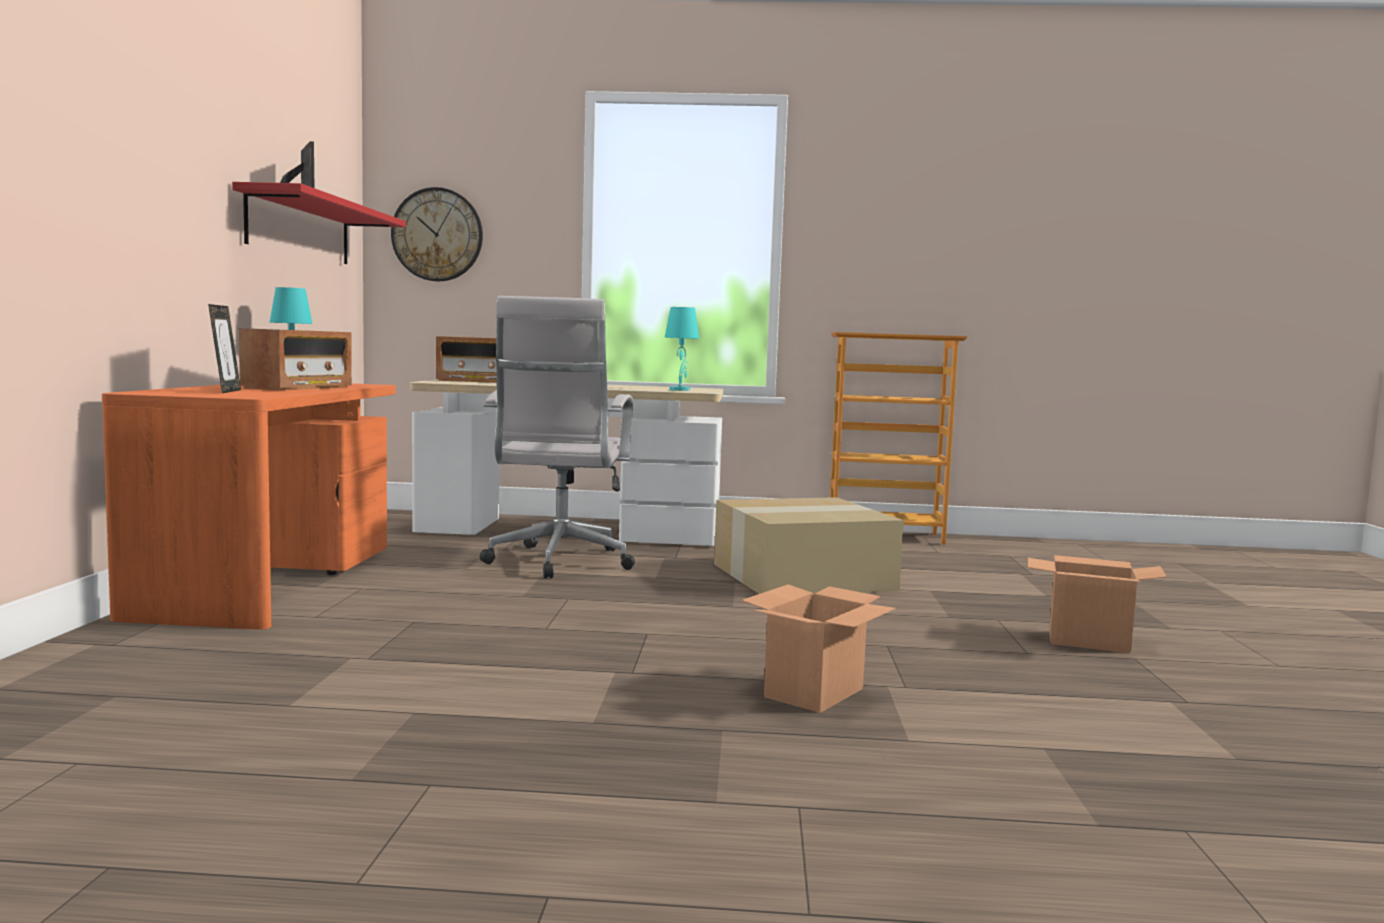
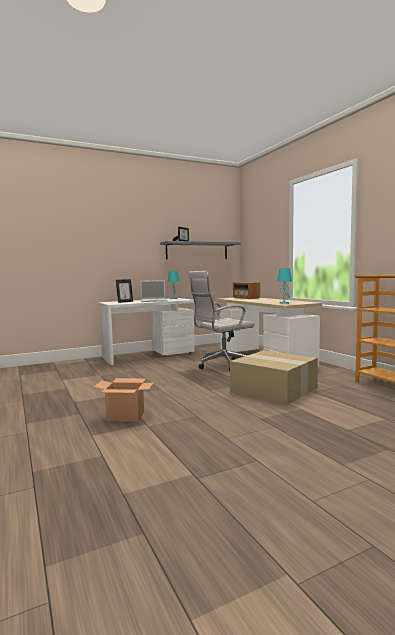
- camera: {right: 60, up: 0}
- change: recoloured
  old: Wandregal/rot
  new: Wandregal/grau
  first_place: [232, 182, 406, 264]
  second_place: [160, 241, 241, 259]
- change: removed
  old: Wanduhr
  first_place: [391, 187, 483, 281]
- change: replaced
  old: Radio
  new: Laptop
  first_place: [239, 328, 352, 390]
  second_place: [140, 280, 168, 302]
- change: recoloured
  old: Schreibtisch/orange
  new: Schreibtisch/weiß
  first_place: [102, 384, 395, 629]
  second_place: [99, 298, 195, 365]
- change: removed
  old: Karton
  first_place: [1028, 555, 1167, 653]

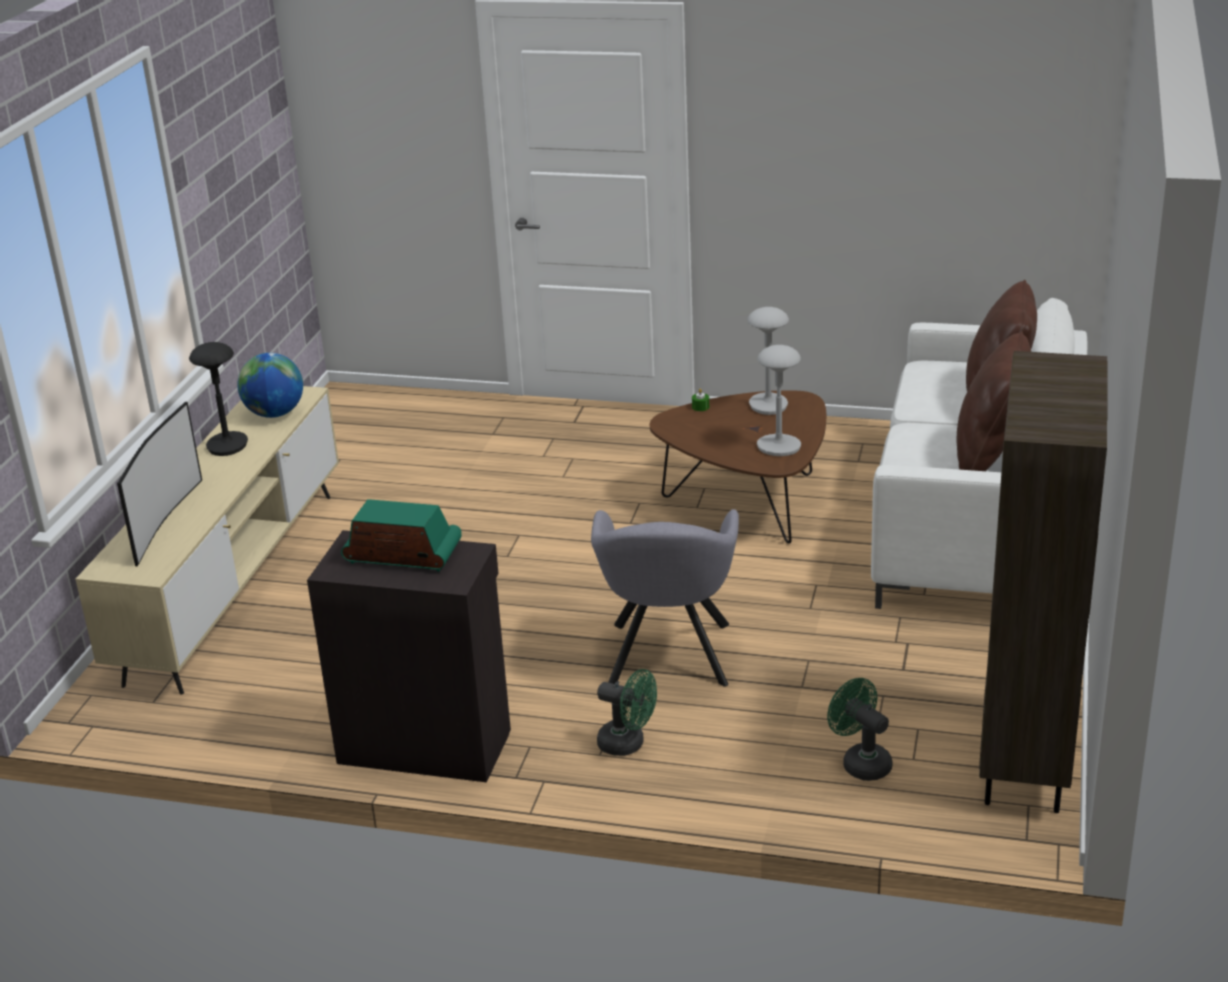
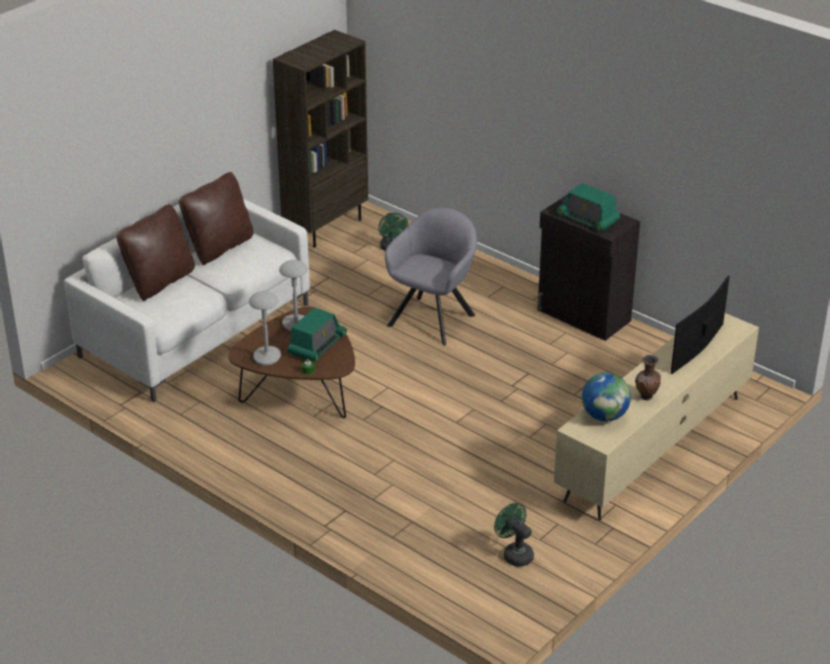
- camera: {right: -155, up: 5}
- change: replaced
  old: Tischlampe/schwarz
  new: Vase/braun
  first_place: [189, 342, 248, 456]
  second_place: [635, 355, 661, 400]
- change: moved
  old: Ventilator/grün
  first_place: [597, 669, 657, 756]
  second_place: [494, 503, 534, 567]
- change: added
  new: Radio
  second_place: [288, 307, 347, 362]

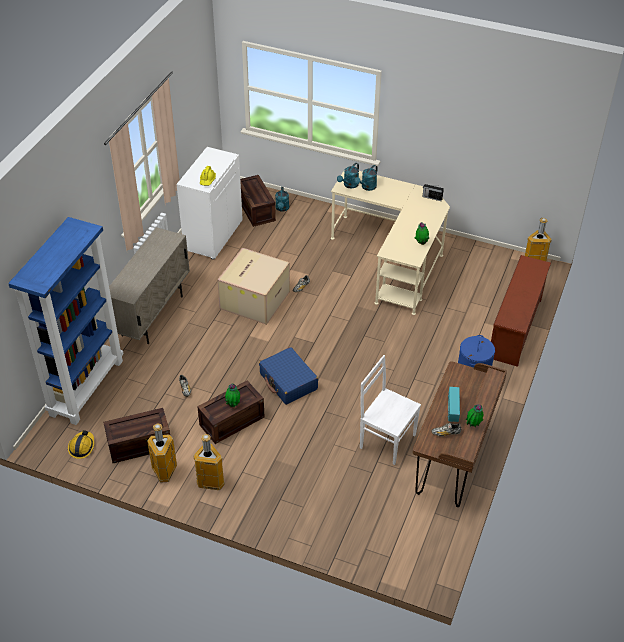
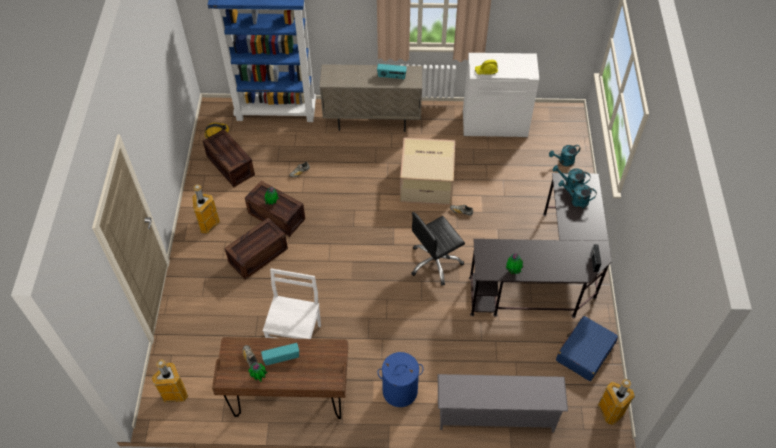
- camera: {right: 70, up: 10}
- change: recoloured
  old: Schreibtisch/beige
  new: Schreibtisch/schwarz
  first_place: [331, 171, 450, 315]
  second_place: [469, 173, 612, 318]
- change: moved
  old: Kiste
  first_place: [240, 175, 276, 227]
  second_place: [225, 218, 288, 280]
- change: recoloured
  old: Schuhregal/braun
  new: Schuhregal/grau
  first_place: [491, 255, 551, 367]
  second_place: [438, 374, 568, 433]
- change: moved
  old: Koffer/blau
  first_place: [259, 347, 318, 405]
  second_place: [556, 316, 618, 381]
- change: moved
  old: Mülleimer
  first_place: [147, 423, 177, 483]
  second_place: [151, 359, 188, 403]
- change: added
  new: Radio
  second_place: [377, 64, 407, 80]
- change: added
  new: Bürostuhl/schwarz
  second_place: [411, 212, 465, 286]

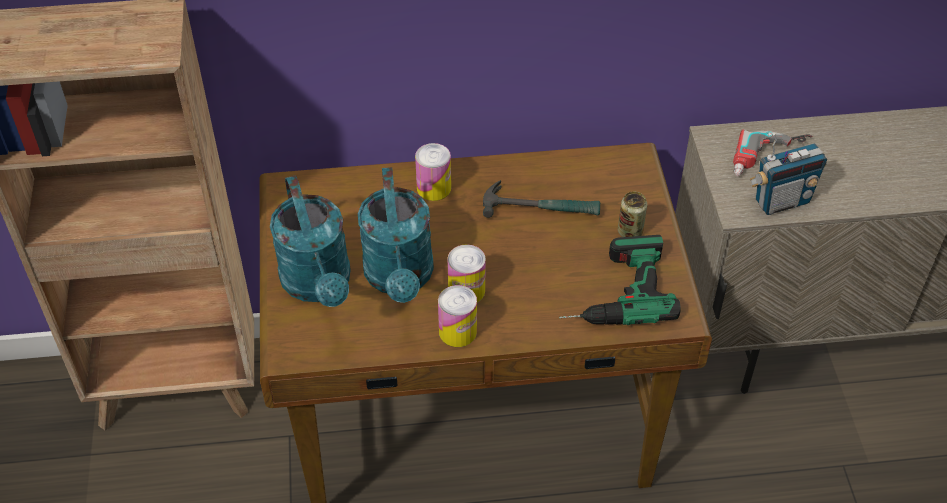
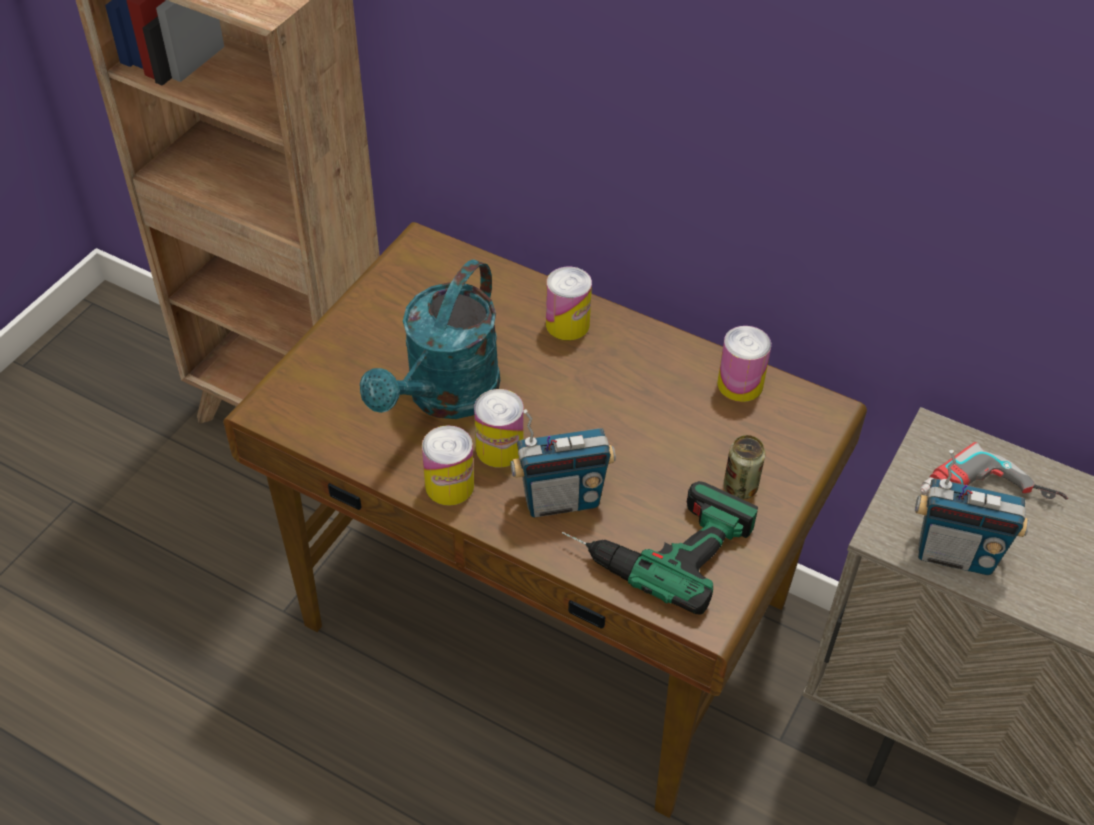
- camera: {right: 35, up: 0}
- change: removed
  old: Gießkanne/türkis
  first_place: [270, 175, 351, 307]
- change: removed
  old: Hammer
  first_place: [483, 180, 600, 218]
- change: added
  new: Dose
  second_place: [717, 326, 771, 402]
- change: added
  new: Radio
  second_place: [510, 409, 616, 517]

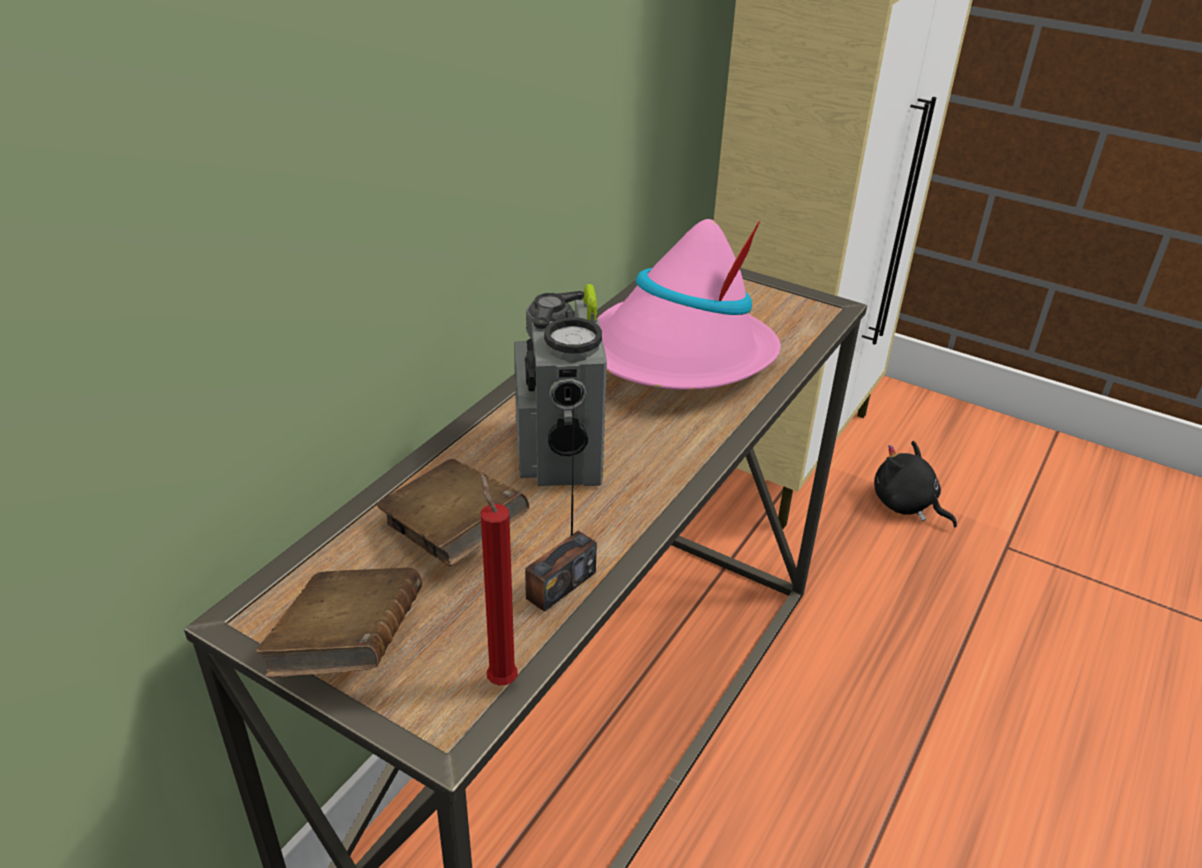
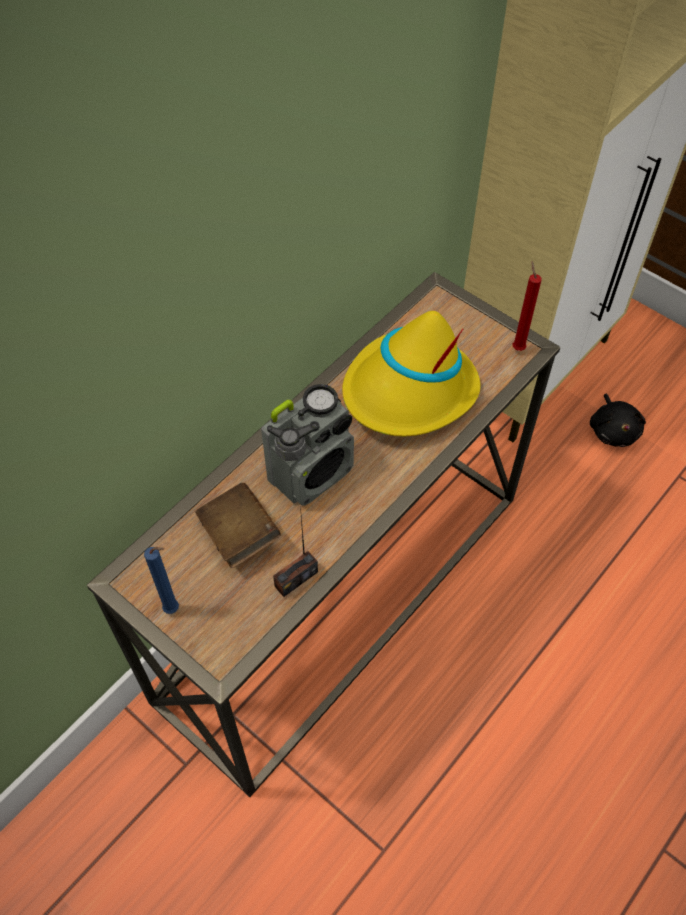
- camera: {right: 10, up: 20}
- change: recoloured
  old: Hut/rosa
  new: Hut/gelb
  first_place: [598, 219, 781, 390]
  second_place: [342, 311, 481, 437]
- change: turned
  old: Radio
  first_place: [514, 284, 607, 486]
  second_place: [261, 384, 354, 506]
  degrees: -135
- change: turned
  old: Plüschtier/schwarz
  first_place: [874, 441, 957, 527]
  second_place: [590, 394, 646, 447]
  degrees: -150
- change: moved
  old: Kerze/rot
  first_place: [481, 473, 518, 686]
  second_place: [513, 261, 542, 351]
- change: replaced
  old: Buch/braun
  new: Kerze/blau
  first_place: [256, 567, 422, 678]
  second_place: [144, 547, 179, 614]

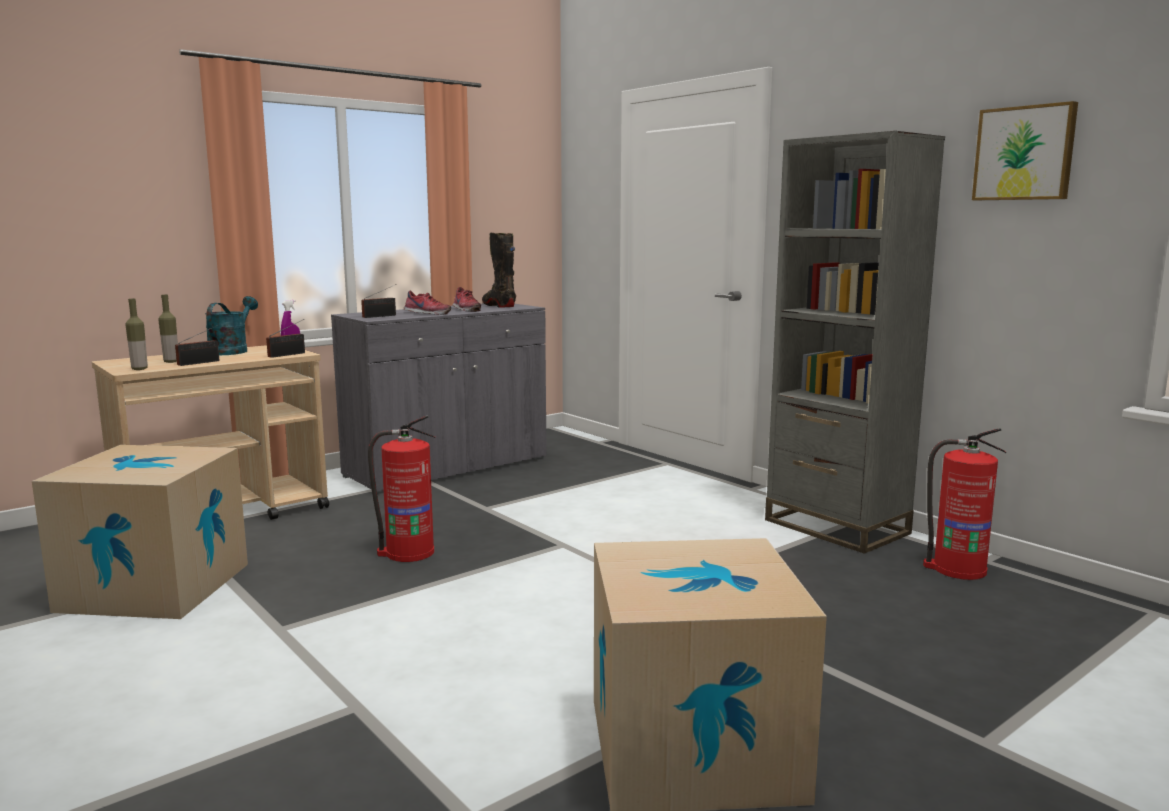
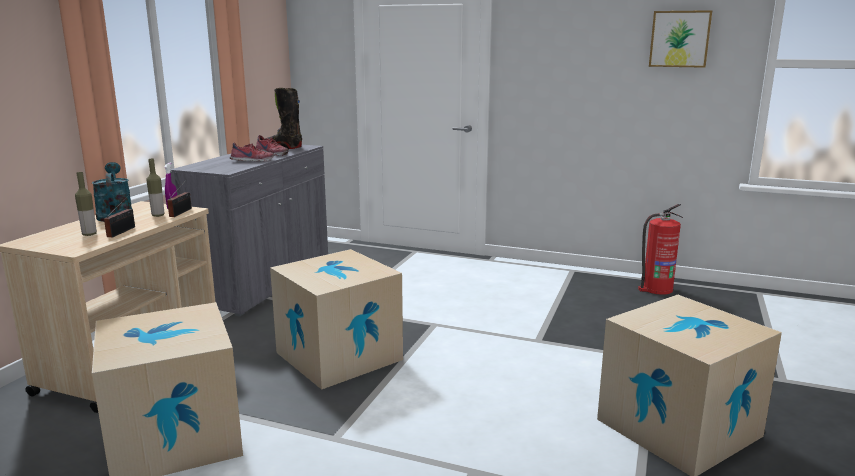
- camera: {right: -30, up: 5}
- change: removed
  old: Bücherregal/grau
  first_place: [765, 131, 945, 554]
- change: removed
  old: Radio
  first_place: [361, 284, 396, 318]
- change: moved
  old: Flasche
  first_place: [125, 299, 148, 370]
  second_place: [146, 159, 164, 217]
- change: replaced
  old: Feuerlöscher
  new: Karton
  first_place: [368, 416, 435, 562]
  second_place: [270, 249, 403, 390]

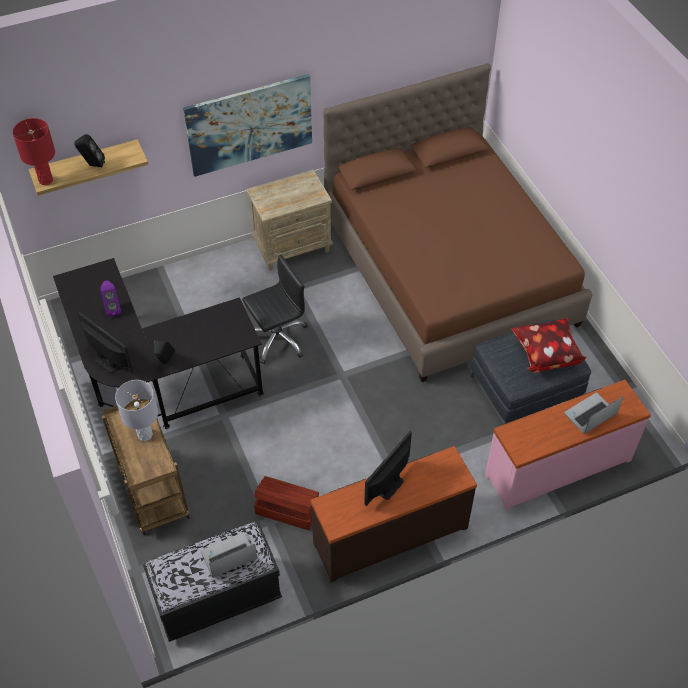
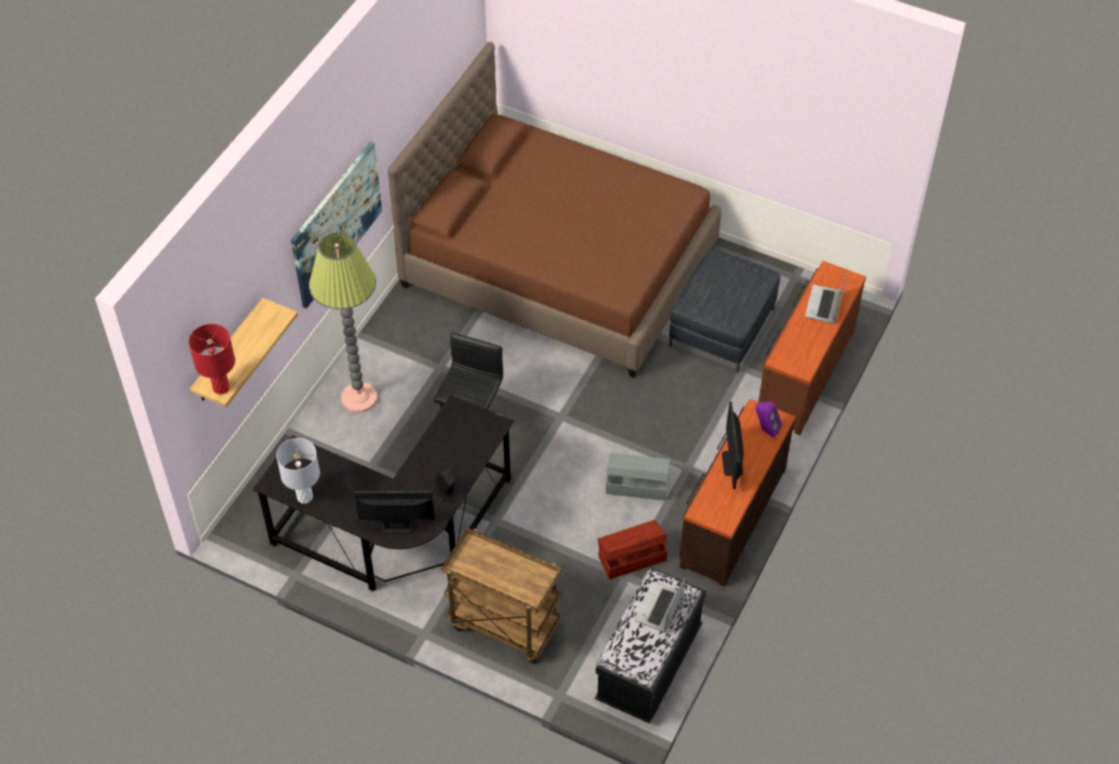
- camera: {right: -40, up: 0}
- change: removed
  old: Lautsprecher/schwarz
  first_place: [74, 134, 105, 167]
- change: removed
  old: Nachttisch/beige
  first_place: [246, 170, 333, 270]
- change: moved
  old: Lautsprecher/lila
  first_place: [100, 280, 121, 316]
  second_place: [756, 402, 782, 438]
- change: removed
  old: Kissen
  first_place: [512, 318, 586, 373]
- change: moved
  old: Tischlampe/grau
  first_place: [115, 380, 158, 441]
  second_place: [276, 438, 320, 504]
- change: recoloured
  old: Kommode/rosa
  new: Kommode/braun
  first_place: [485, 380, 651, 510]
  second_place: [759, 261, 866, 435]
- change: added
  new: Stehlampe
  second_place: [309, 232, 377, 413]
- change: added
  new: Aufbewahrungsbox/grau
  second_place: [606, 453, 670, 501]

